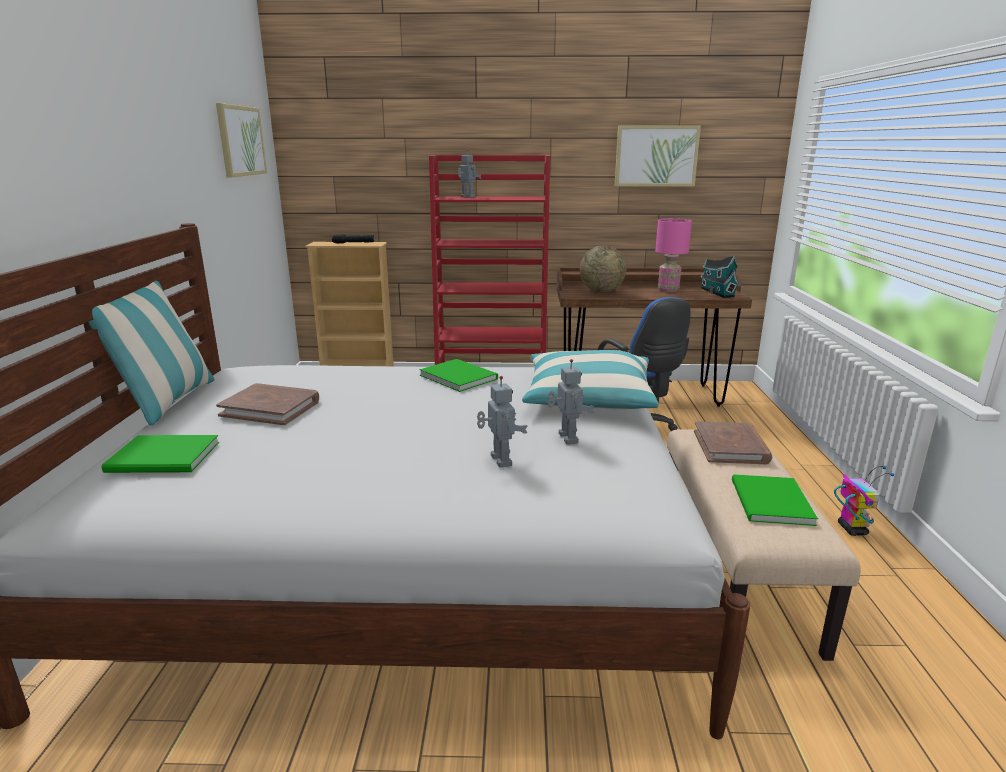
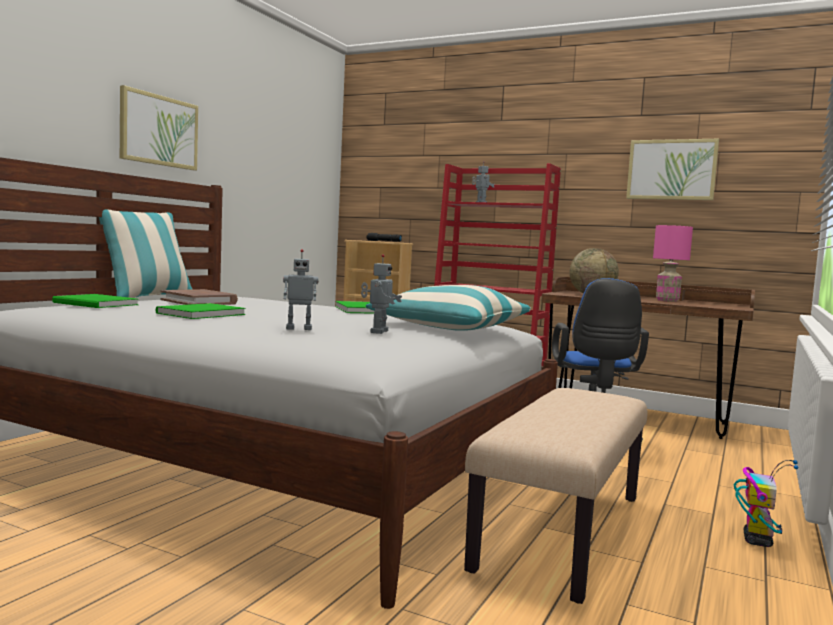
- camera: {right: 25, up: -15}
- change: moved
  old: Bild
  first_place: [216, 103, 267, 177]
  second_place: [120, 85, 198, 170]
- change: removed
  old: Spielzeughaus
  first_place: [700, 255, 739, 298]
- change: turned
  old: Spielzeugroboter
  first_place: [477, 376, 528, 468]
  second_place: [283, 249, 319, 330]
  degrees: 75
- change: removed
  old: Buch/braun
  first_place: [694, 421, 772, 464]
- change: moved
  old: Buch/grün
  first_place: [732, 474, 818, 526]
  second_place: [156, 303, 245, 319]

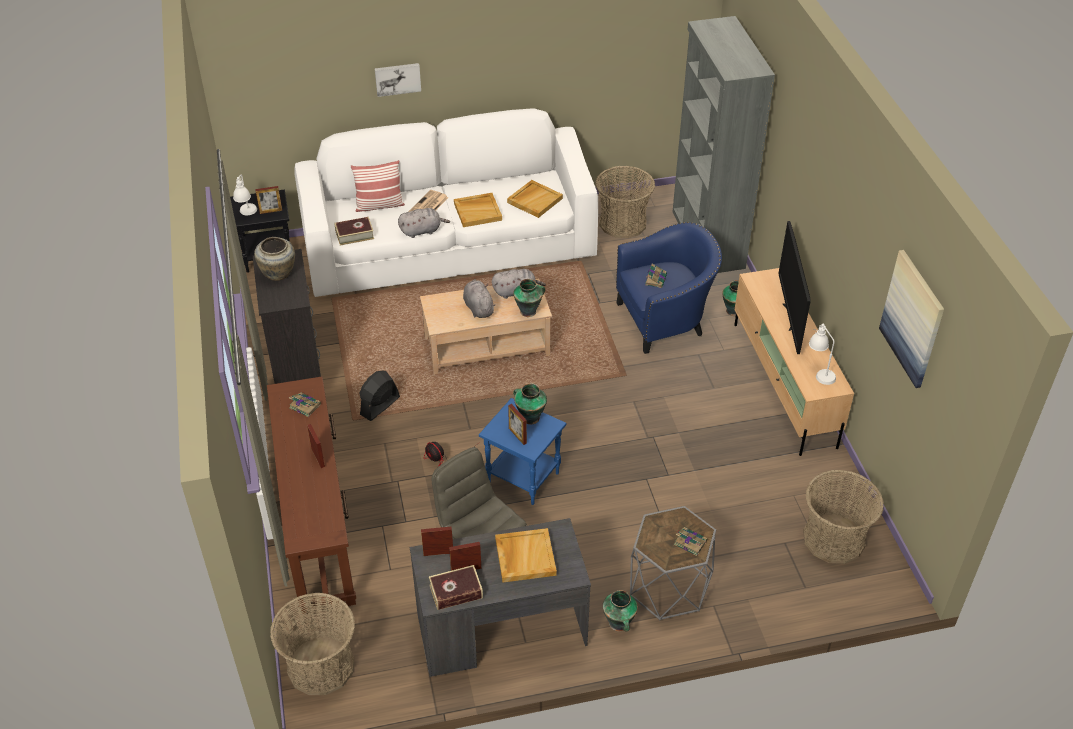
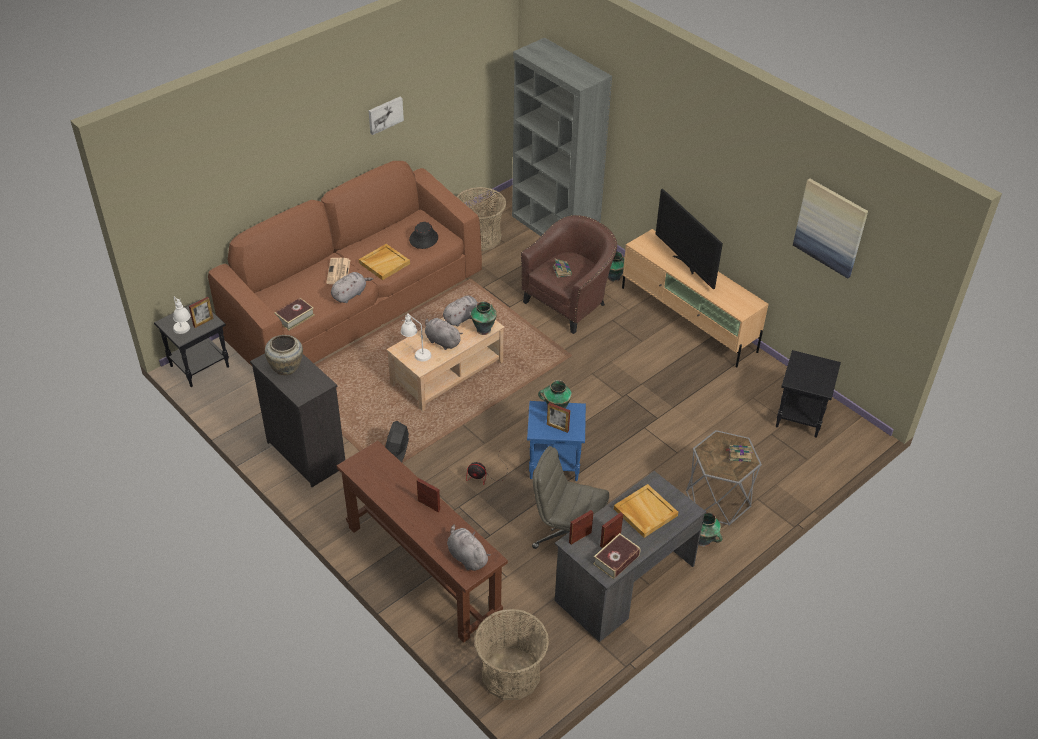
- camera: {right: -30, up: 0}
- change: moved
  old: Bild
  first_place: [375, 63, 421, 97]
  second_place: [368, 97, 404, 135]
- change: recoloured
  old: Sofa/weiß
  new: Sofa/braun
  first_place: [294, 108, 598, 297]
  second_place: [208, 161, 482, 366]
- change: removed
  old: Kissen
  first_place: [351, 160, 405, 212]
- change: replaced
  old: Tablett/beige
  new: Hut/schwarz
  first_place: [507, 180, 563, 218]
  second_place: [409, 222, 438, 249]
- change: recoloured
  old: Sessel/blau
  new: Sessel/braun
  first_place: [616, 222, 722, 354]
  second_place: [521, 215, 617, 334]
- change: moved
  old: Tischlampe/weiß
  first_place: [809, 323, 836, 385]
  second_place: [401, 313, 431, 361]
- change: removed
  old: Buch
  first_place: [289, 393, 321, 417]
- change: replaced
  old: Korb
  new: Beistelltisch/schwarz
  first_place: [803, 470, 884, 564]
  second_place: [776, 350, 841, 438]
- change: added
  new: Plüschtier/grau
  second_place: [447, 524, 491, 571]

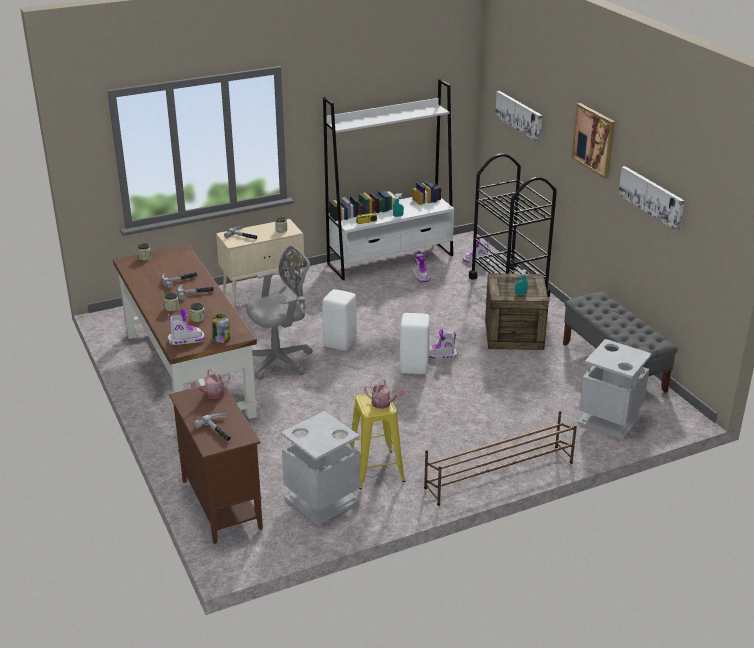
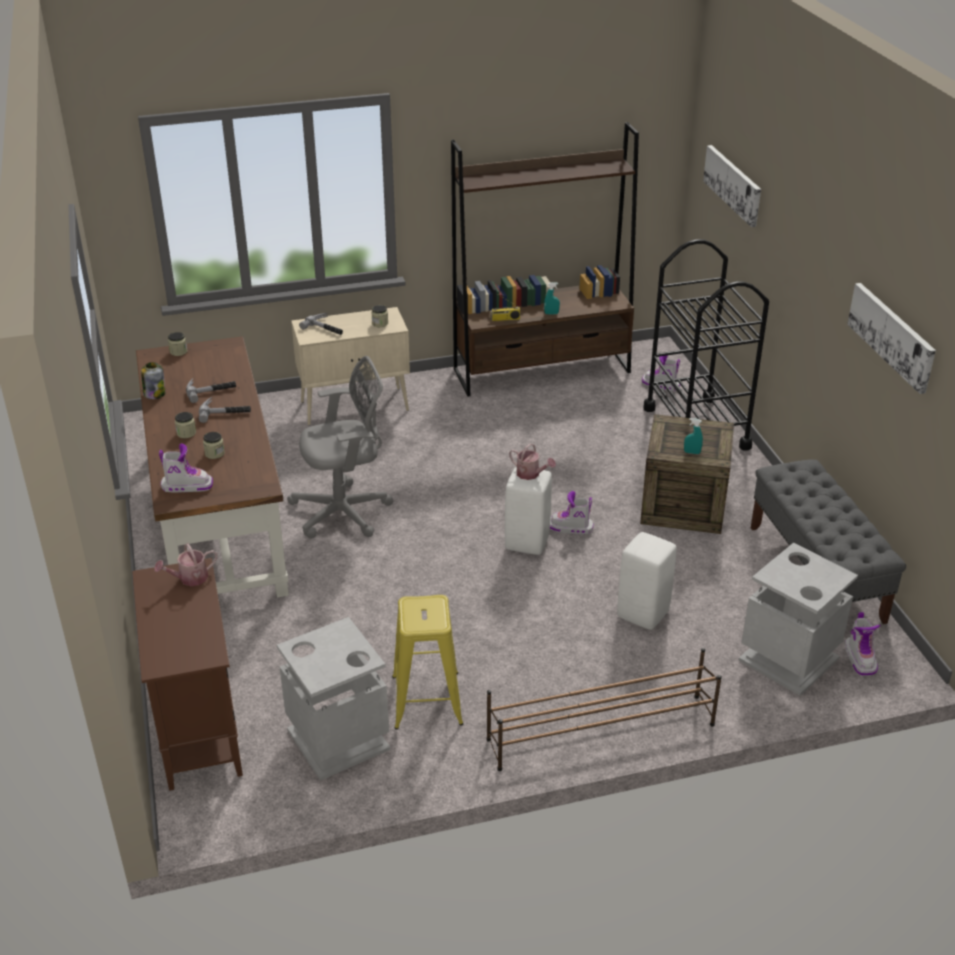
- camera: {right: 10, up: 5}
- change: recoloured
  old: Bücherregal/weiß
  new: Bücherregal/braun
  first_place: [323, 79, 454, 280]
  second_place: [451, 122, 639, 396]
- change: removed
  old: Bild
  first_place: [571, 103, 615, 179]
- change: moved
  old: Stiefel
  first_place: [413, 251, 430, 283]
  second_place: [845, 612, 881, 676]
- change: moved
  old: Hocker/weiß
  first_place: [322, 289, 357, 351]
  second_place: [617, 532, 677, 630]
- change: moved
  old: Vorratsglas
  first_place: [212, 314, 230, 343]
  second_place: [141, 362, 165, 399]
- change: moved
  old: Gießkanne
  first_place: [364, 379, 405, 409]
  second_place: [509, 444, 556, 480]
- change: removed
  old: Hammer
  first_place: [194, 413, 231, 441]

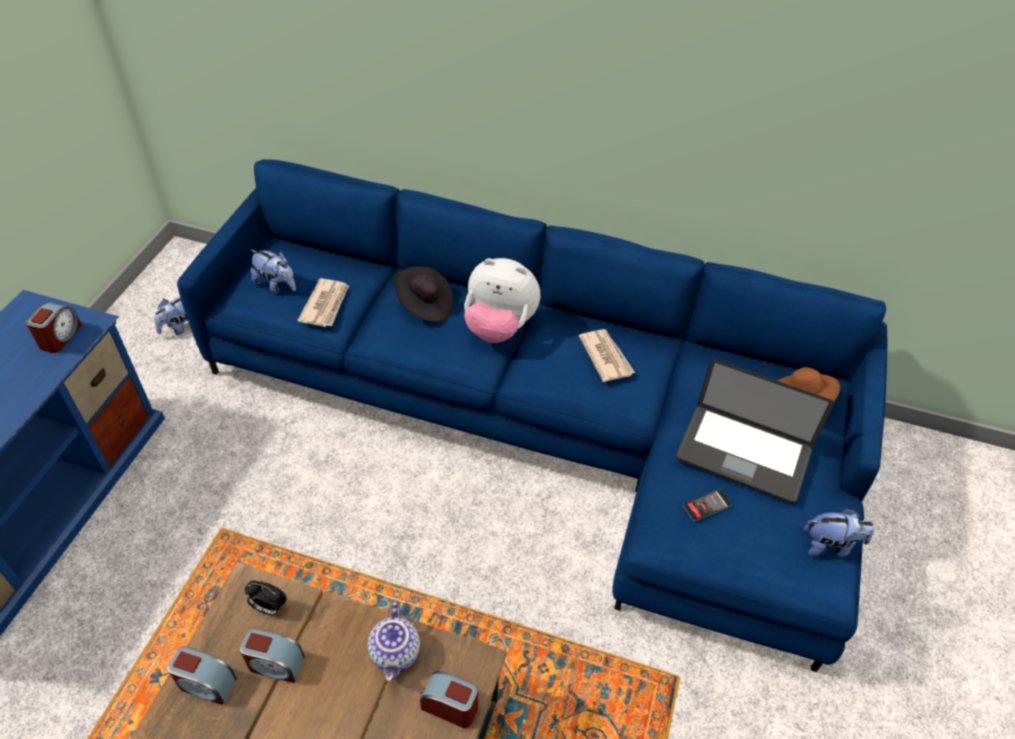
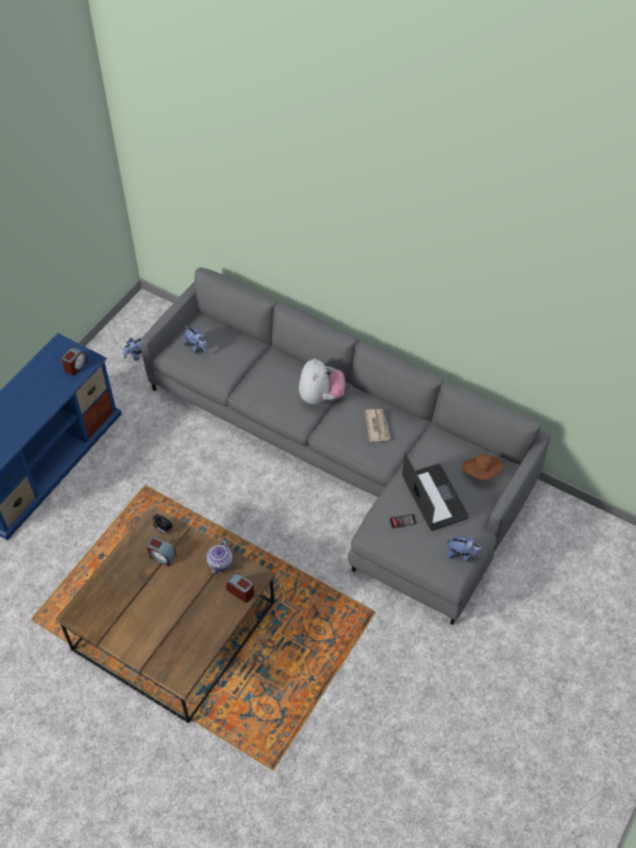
- camera: {right: 15, up: 5}
- change: recoloured
  old: Sofa/blau
  new: Sofa/grau
  first_place: [177, 159, 887, 672]
  second_place: [141, 267, 550, 625]
- change: turned
  old: Plüschtier
  first_place: [464, 258, 540, 343]
  second_place: [299, 359, 345, 404]
  degrees: -120
- change: removed
  old: Hut/schwarz
  first_place: [393, 266, 454, 322]
- change: removed
  old: Zeitung
  first_place: [298, 278, 349, 327]
- change: turned
  old: Laptop
  first_place: [676, 359, 834, 504]
  second_place: [402, 452, 469, 531]
  degrees: -150
- change: removed
  old: Wecker
  first_place: [167, 646, 237, 705]

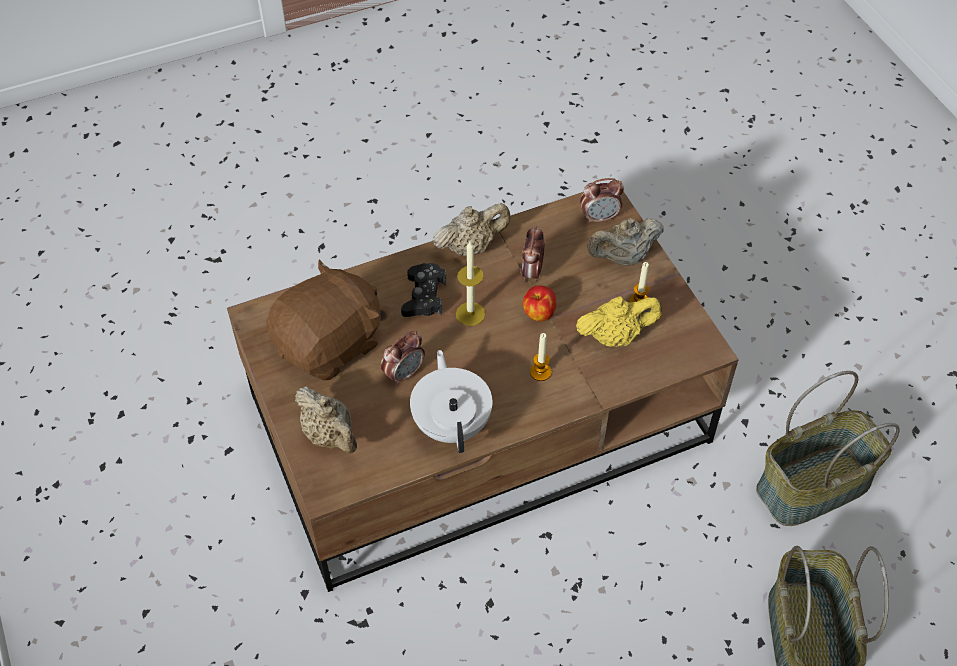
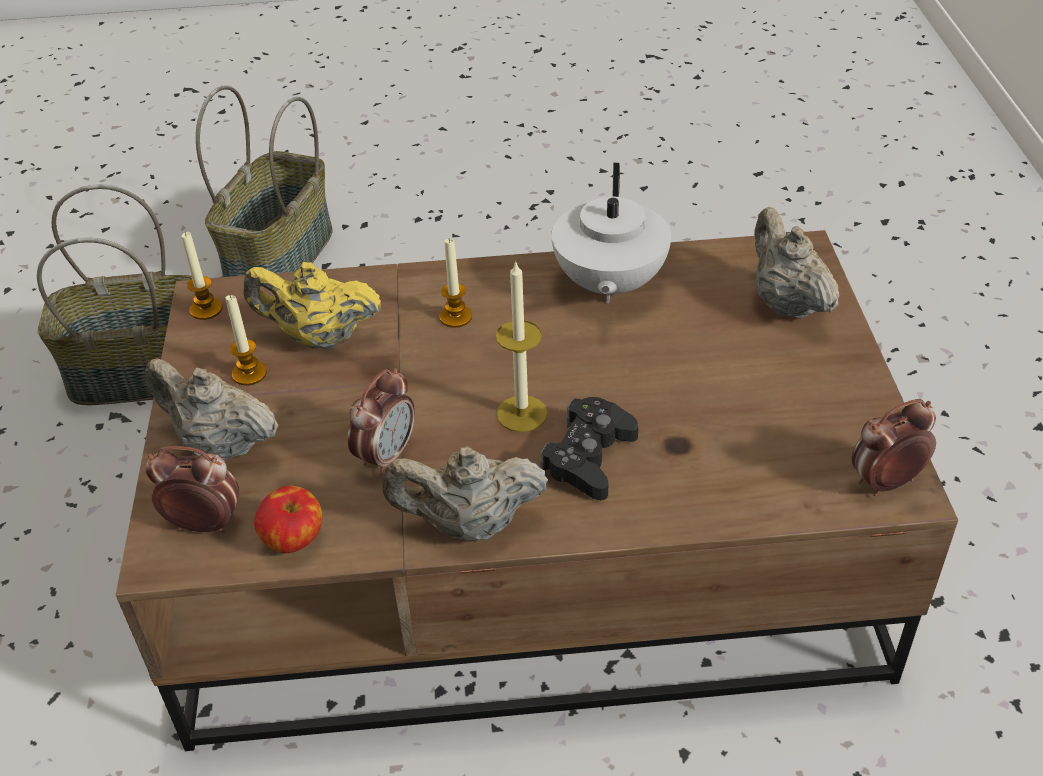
- camera: {right: -160, up: -10}
- change: turned
  old: Teekanne/beige
  first_place: [587, 218, 664, 265]
  second_place: [145, 358, 278, 461]
  degrees: -150
- change: removed
  old: Plüschtier/braun
  first_place: [266, 259, 381, 380]
- change: moved
  old: Apfel
  first_place: [523, 285, 557, 321]
  second_place: [254, 486, 322, 553]
- change: moved
  old: Wecker
  first_place: [381, 331, 425, 386]
  second_place: [851, 399, 936, 496]
- change: added
  new: Kerze
  second_place: [181, 232, 223, 320]

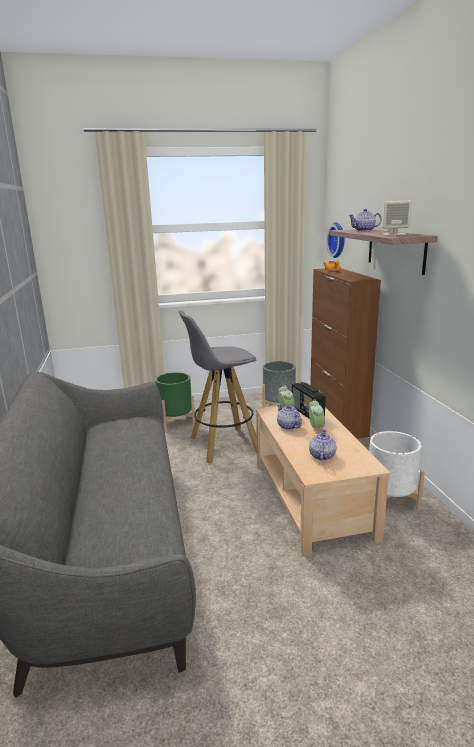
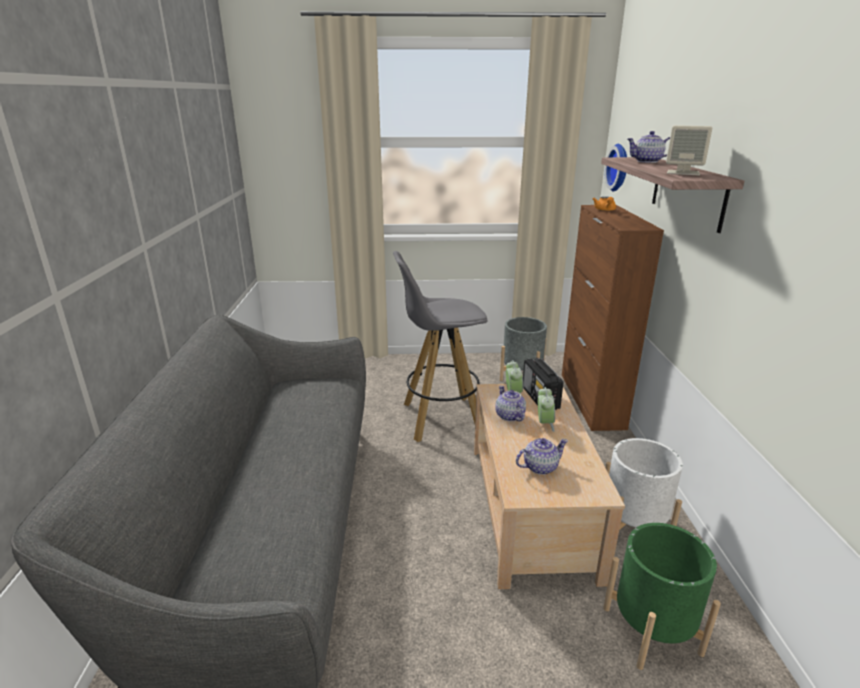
- camera: {right: 10, up: 5}
- change: moved
  old: Pflanzkübel/grün
  first_place: [155, 372, 195, 431]
  second_place: [603, 523, 721, 670]
- change: turned
  old: Teekanne
  first_place: [309, 429, 336, 461]
  second_place: [516, 438, 568, 475]
  degrees: 45

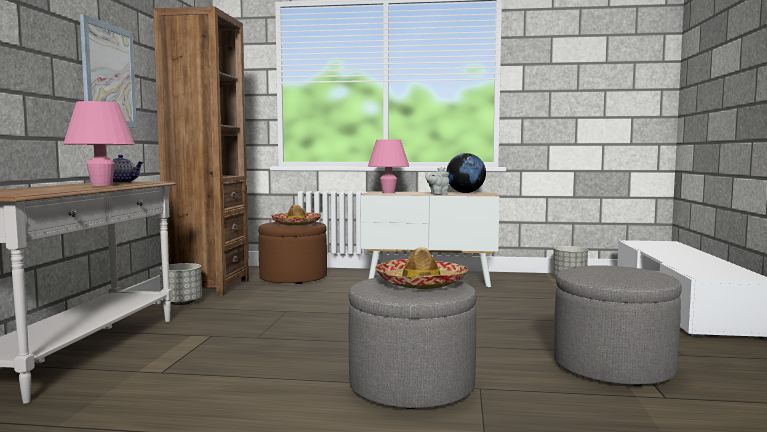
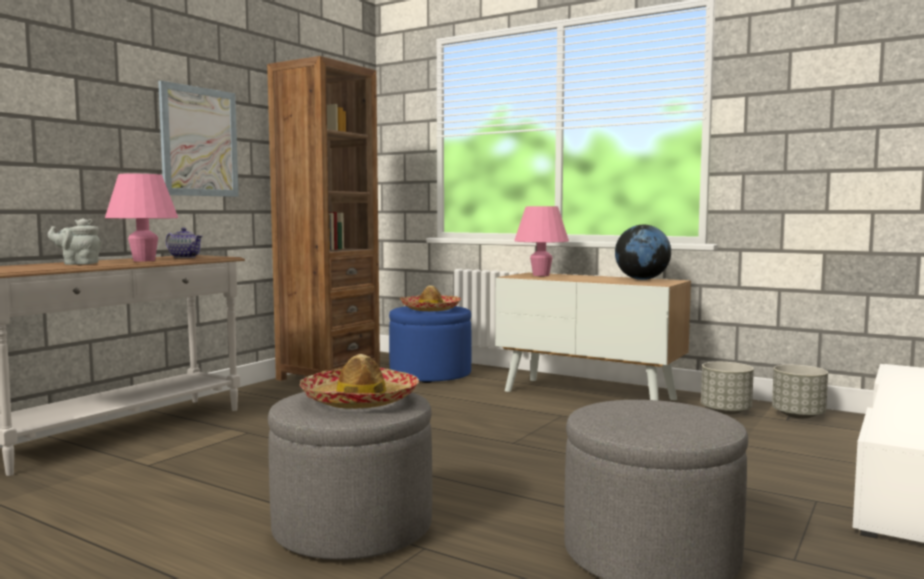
- camera: {right: 25, up: 0}
- change: moved
  old: Teekanne/grau
  first_place: [425, 167, 449, 195]
  second_place: [48, 218, 101, 265]
- change: recoloured
  old: Polsterhocker/braun
  new: Polsterhocker/blau
  first_place: [258, 222, 327, 284]
  second_place: [389, 306, 472, 383]
- change: moved
  old: Pflanzkübel/grau
  first_place: [160, 263, 202, 305]
  second_place: [701, 362, 754, 414]

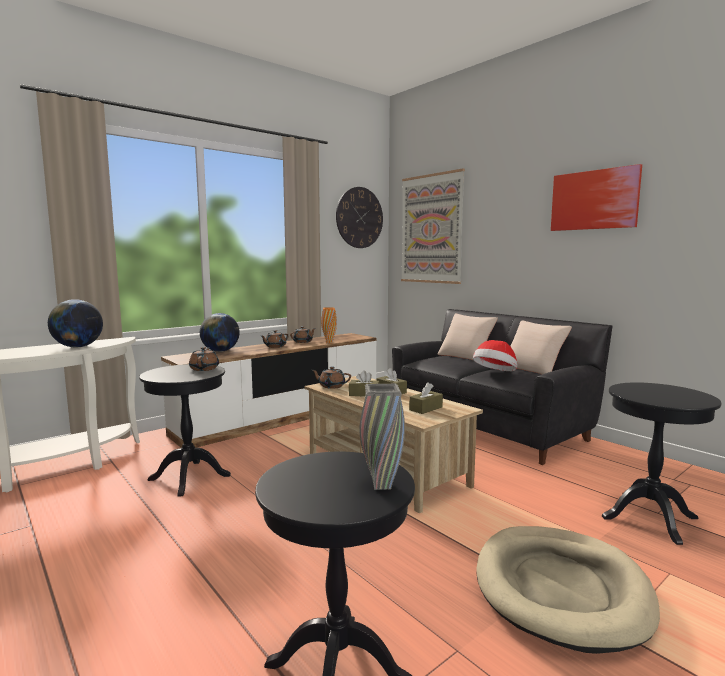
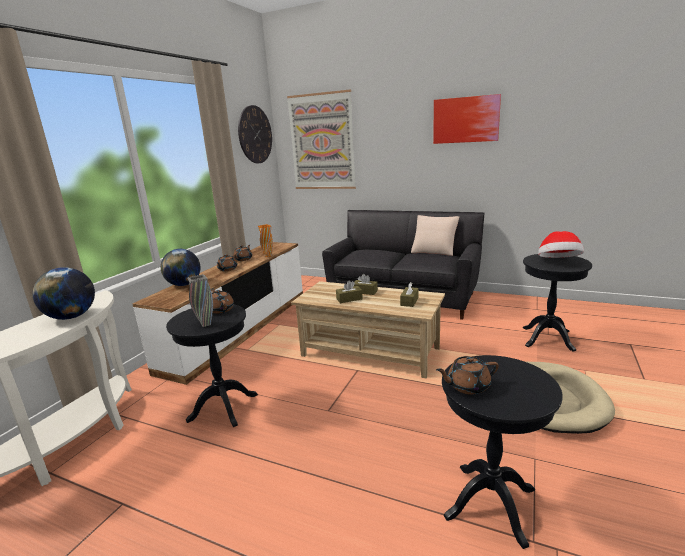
- camera: {right: -25, up: 10}
- change: removed
  old: Kissen/beige
  first_place: [438, 314, 498, 360]
- change: moved
  old: Hut
  first_place: [473, 340, 517, 371]
  second_place: [538, 231, 584, 258]
- change: moved
  old: Teekanne/braun
  first_place: [312, 366, 351, 389]
  second_place: [436, 356, 499, 395]
- change: moved
  old: Vase/grau
  first_place: [359, 384, 405, 490]
  second_place: [187, 274, 213, 327]

